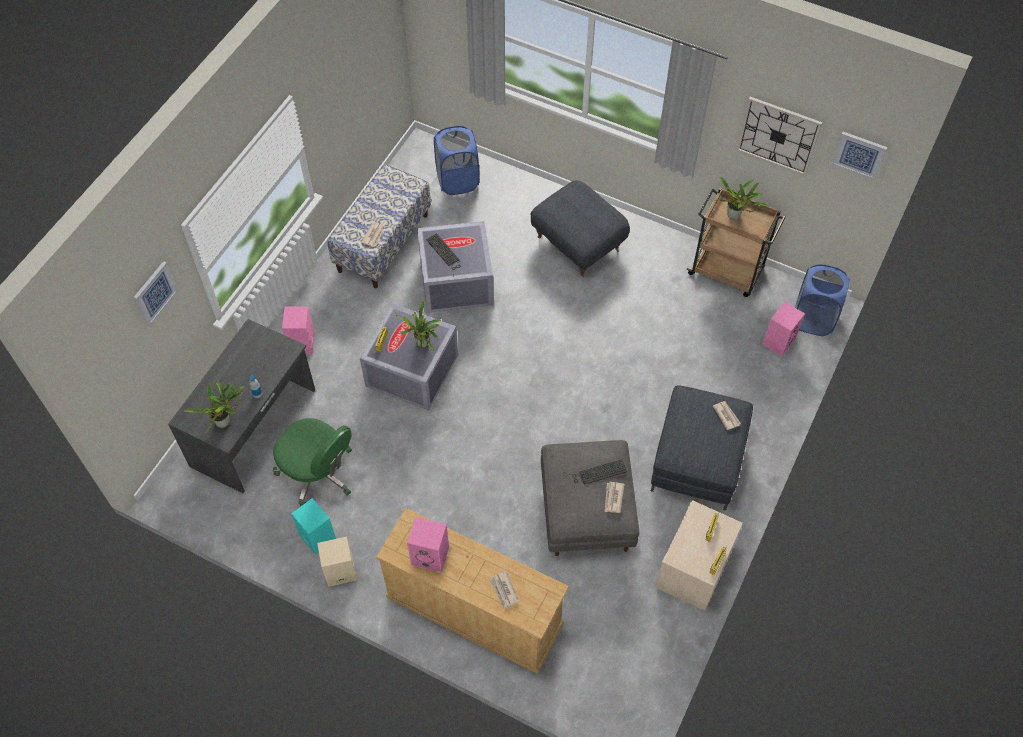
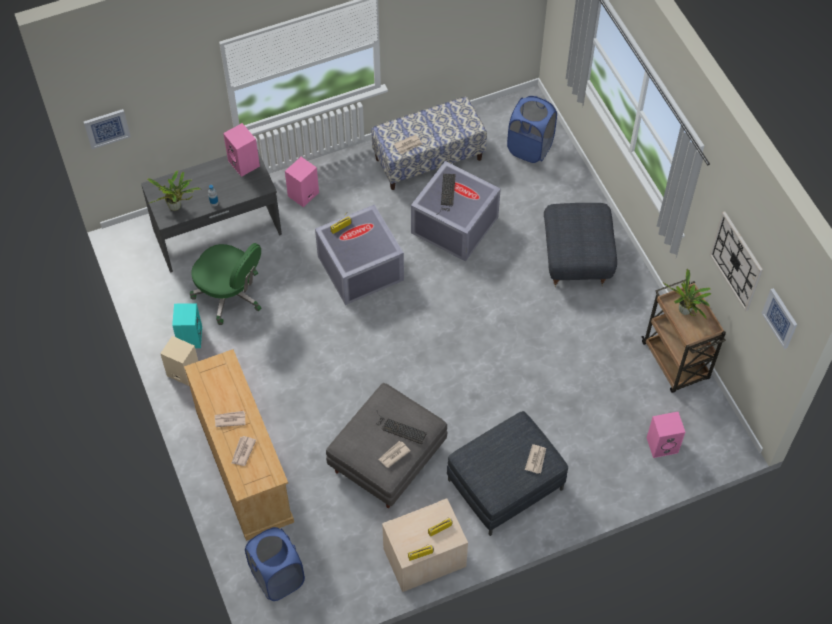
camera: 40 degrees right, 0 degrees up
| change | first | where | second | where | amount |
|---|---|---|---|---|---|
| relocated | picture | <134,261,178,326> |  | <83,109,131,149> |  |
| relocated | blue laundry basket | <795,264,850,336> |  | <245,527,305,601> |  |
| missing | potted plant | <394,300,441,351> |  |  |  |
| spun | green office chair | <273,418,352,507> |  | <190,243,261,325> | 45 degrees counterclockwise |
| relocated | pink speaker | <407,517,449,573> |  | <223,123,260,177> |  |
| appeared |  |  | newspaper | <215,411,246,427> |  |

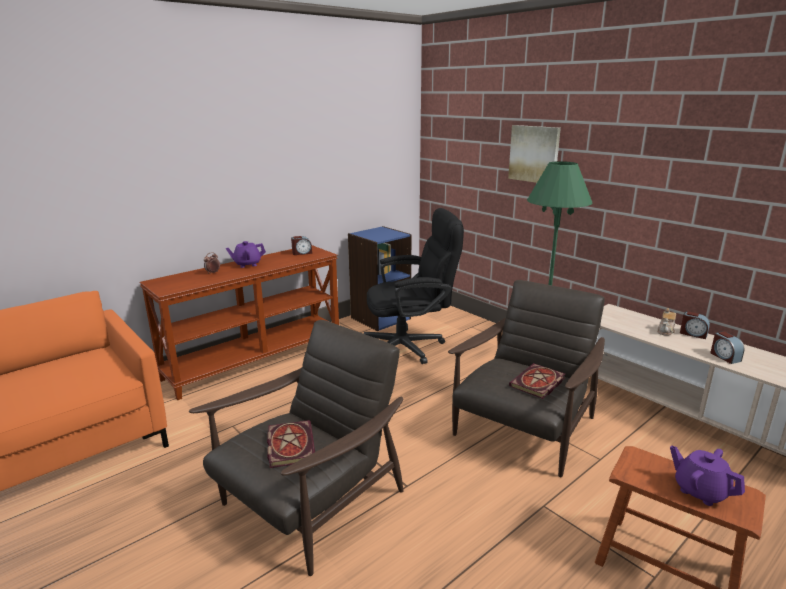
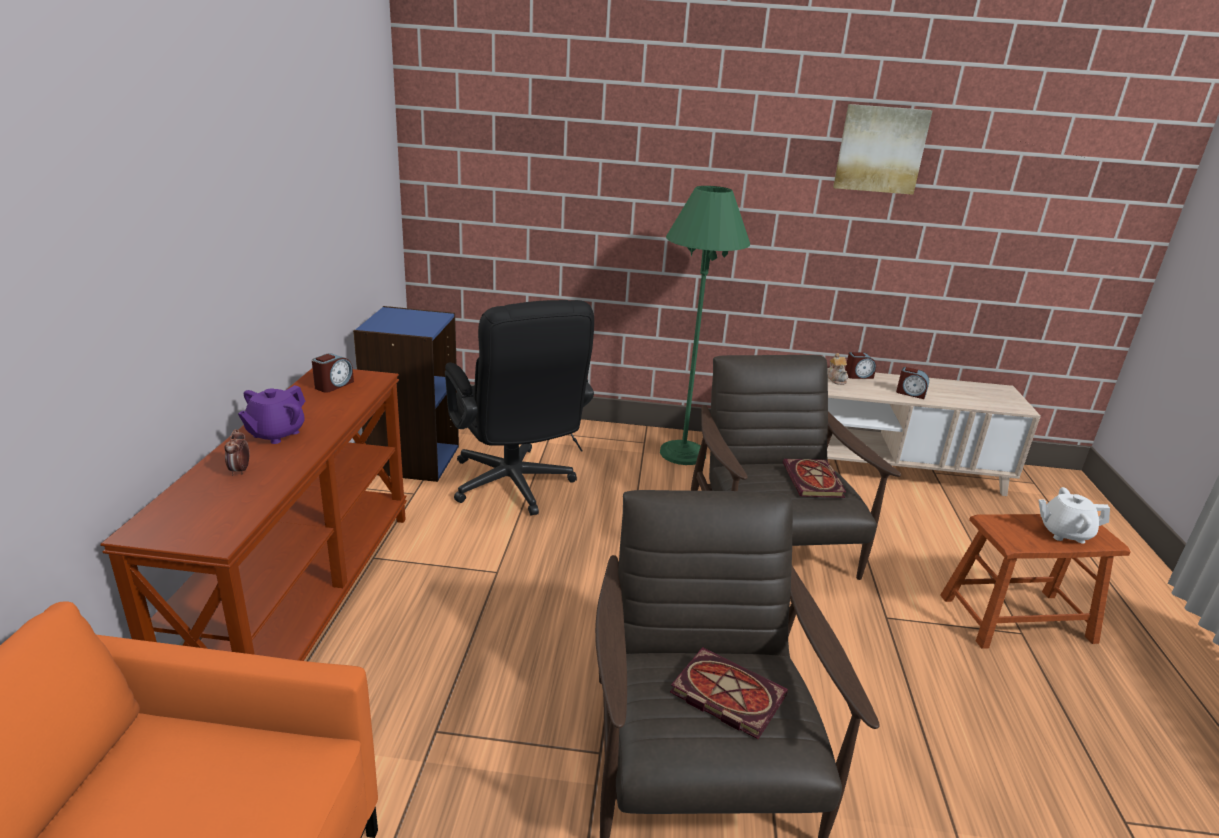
camera: 45 degrees left, 5 degrees up
| change | first | where | second | where | amount |
|---|---|---|---|---|---|
| relocated | picture | <508,125,561,183> |  | <833,104,932,195> |  |
| spun | black office chair | <364,208,464,364> |  | <445,300,594,516> | 120 degrees clockwise |
| colour | purple teapot | <670,446,745,506> | white teapot | <1039,487,1110,544> |  |

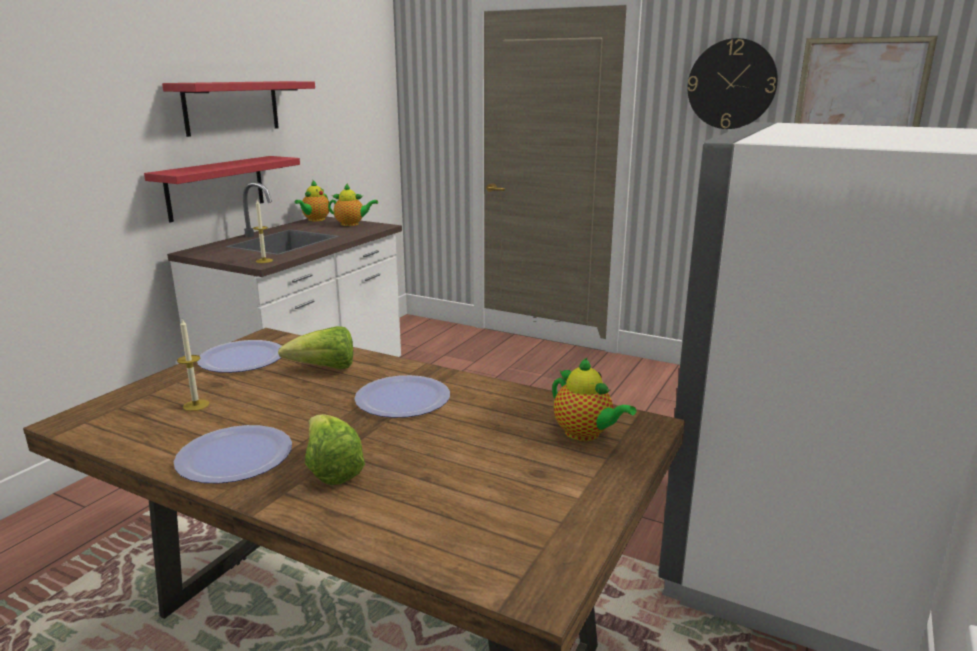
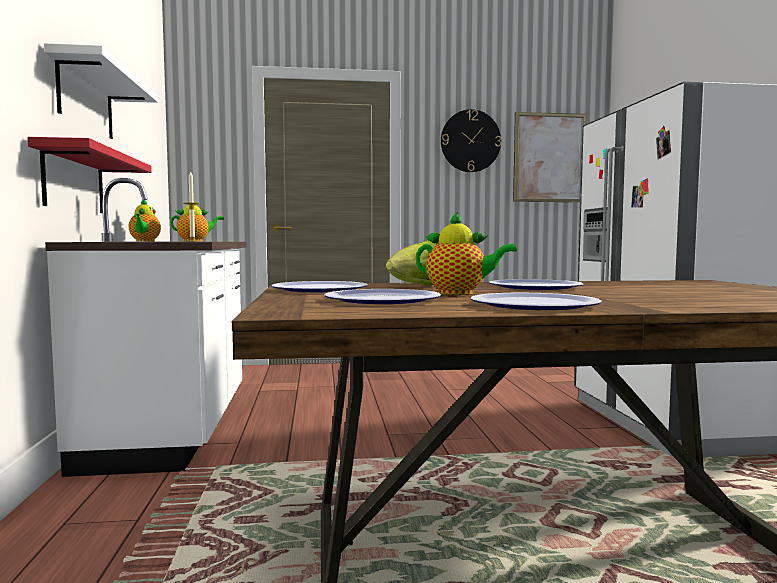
camera: 35 degrees left, 15 degrees down
| change | first | where | second | where | amount |
|---|---|---|---|---|---|
| colour | red shelf | <162,81,315,137> | white shelf | <44,43,158,139> |  |
| exchanged | candle | <177,319,209,411> | plate | <324,289,441,304> |  |
| relocated | teapot | <552,358,636,441> |  | <416,211,517,295> |  |
| missing | lettuce | <305,414,365,485> |  |  |  |

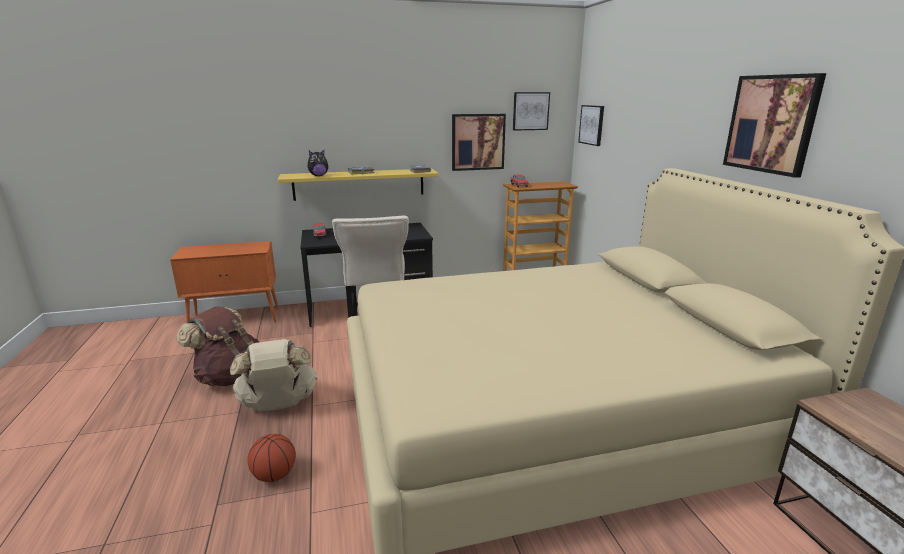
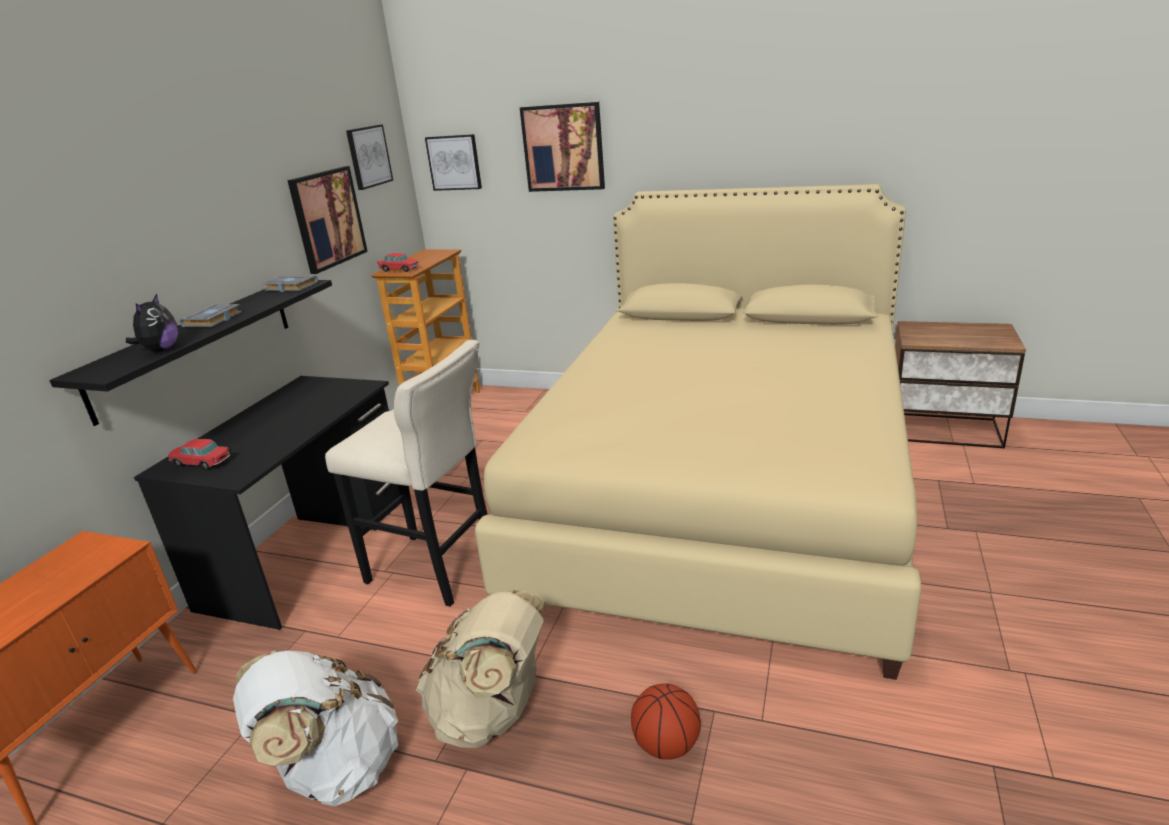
camera: 55 degrees left, 5 degrees up
| change | first | where | second | where | amount |
|---|---|---|---|---|---|
| relocated | picture | <723,73,826,178> |  | <520,102,605,192> |  |
| colour | yellow shelf | <278,169,439,201> | black shelf | <49,280,332,426> |  |
| colour | brown backpack | <176,306,259,386> | white backpack | <233,651,398,806> |  |

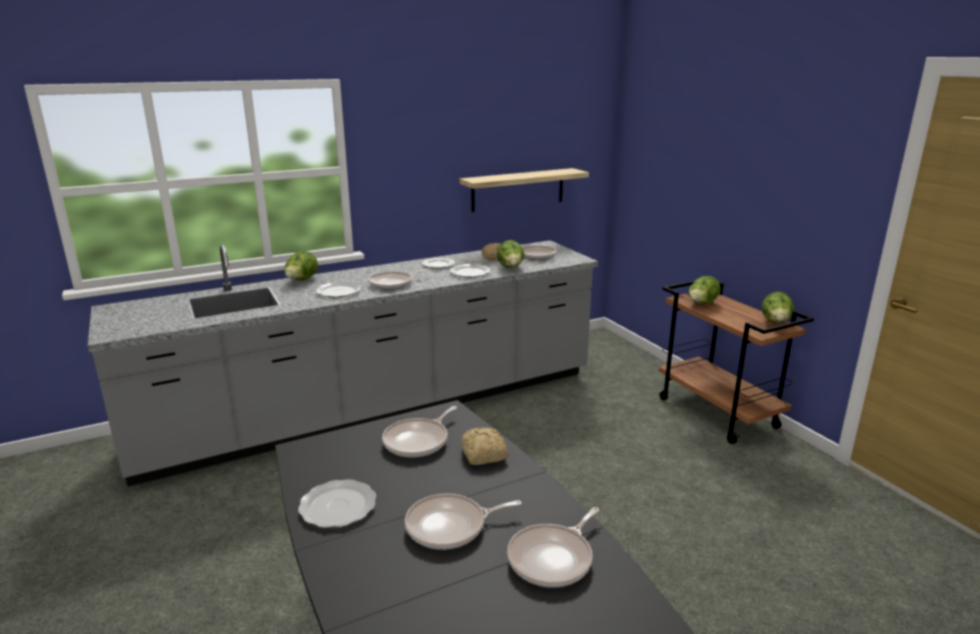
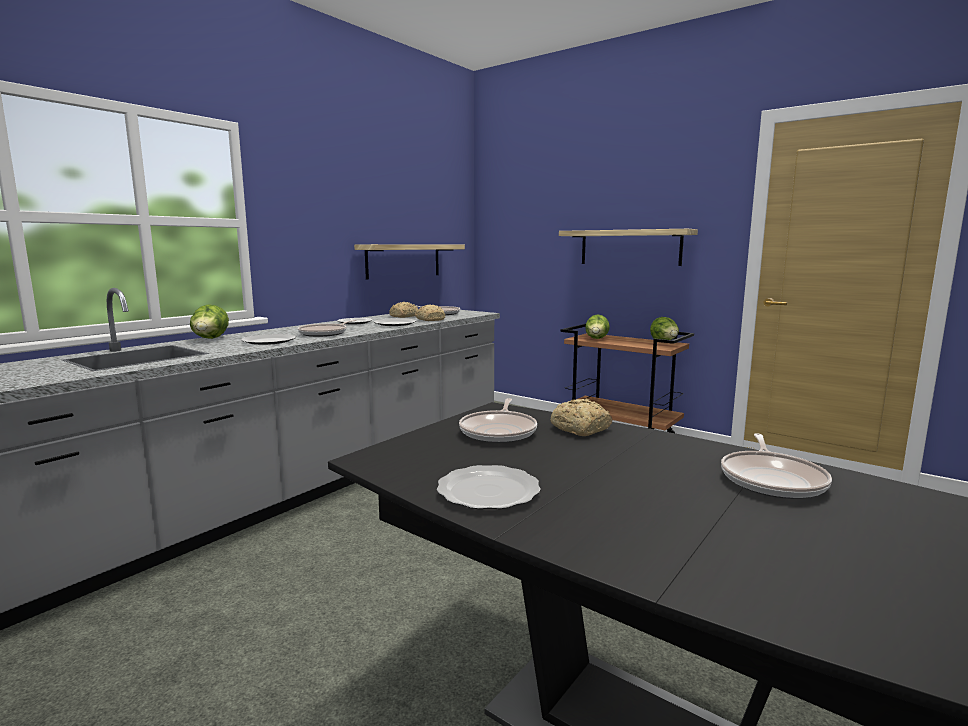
camera: 25 degrees left, 10 degrees down
| change | first | where | second | where | amount |
|---|---|---|---|---|---|
| exchanged | lettuce | <497,240,524,268> | bread | <415,304,445,321> |  |
| missing | frying pan | <405,493,521,550> |  |  |  |
| appeared |  |  | shelf | <559,229,698,266> |  |

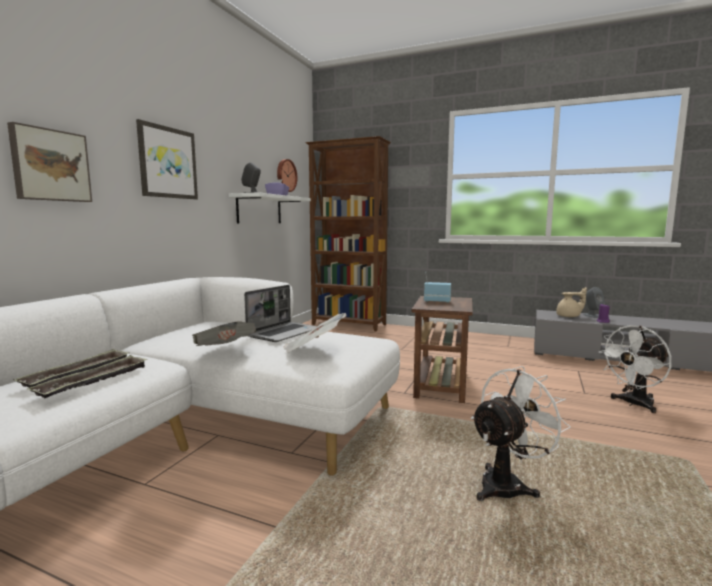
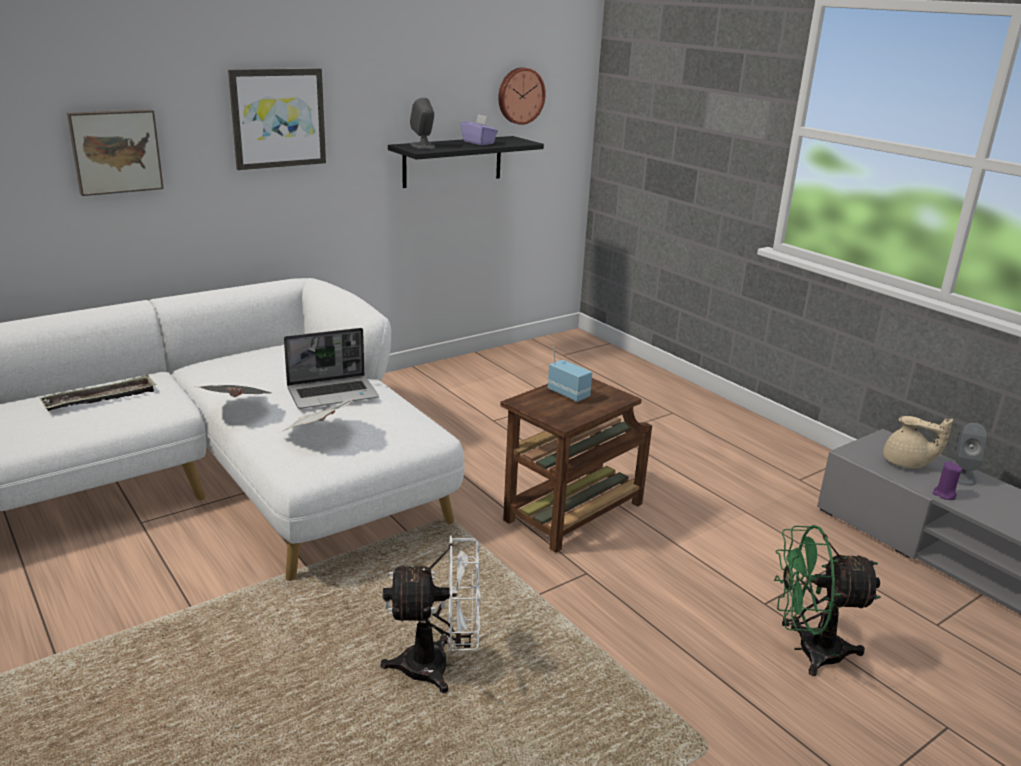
camera: 30 degrees right, 15 degrees up
| change | first | where | second | where | amount |
|---|---|---|---|---|---|
| missing | brown bookcase | <305,136,391,331> |  |  |  |
| colour | white shelf | <229,192,311,223> | black shelf | <388,136,544,188> |  |
| colour | white fan | <598,325,671,413> | green fan | <774,525,881,676> |  |
| missing | tray | <26,355,147,398> |  |  |  |

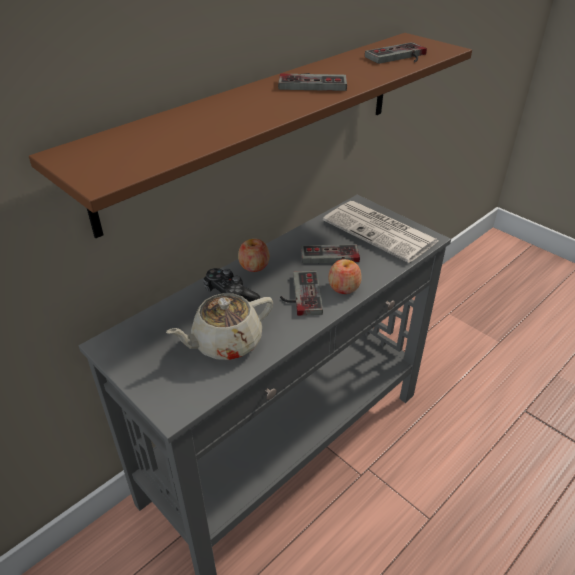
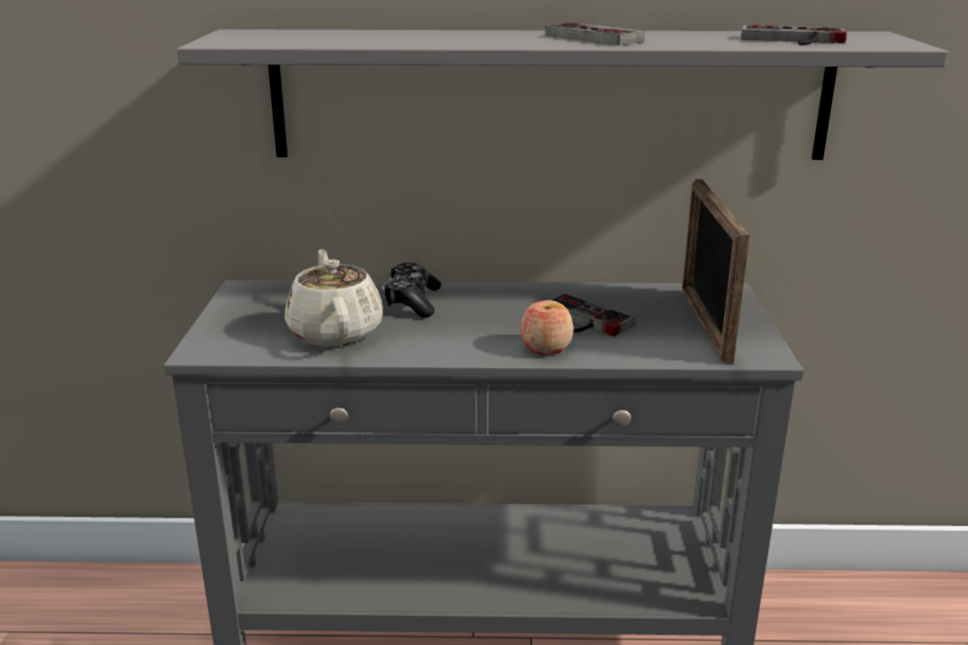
camera: 45 degrees right, 15 degrees down
| change | first | where | second | where | amount |
|---|---|---|---|---|---|
| colour | brown shelf | <29,33,472,238> | grey shelf | <177,29,948,160> |  |
| exchanged | newspaper | <323,201,438,263> | picture frame | <682,179,750,364> |  |
| missing | apple | <238,239,270,272> |  |  |  |
| missing | game controller | <280,271,323,316> |  |  |  |
| spun | beige teapot | <166,293,273,360> |  | <285,249,383,346> | 60 degrees clockwise |

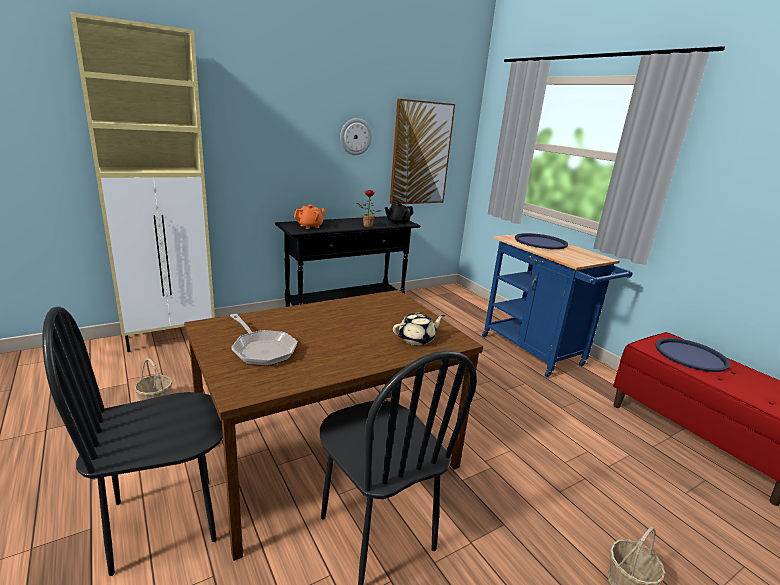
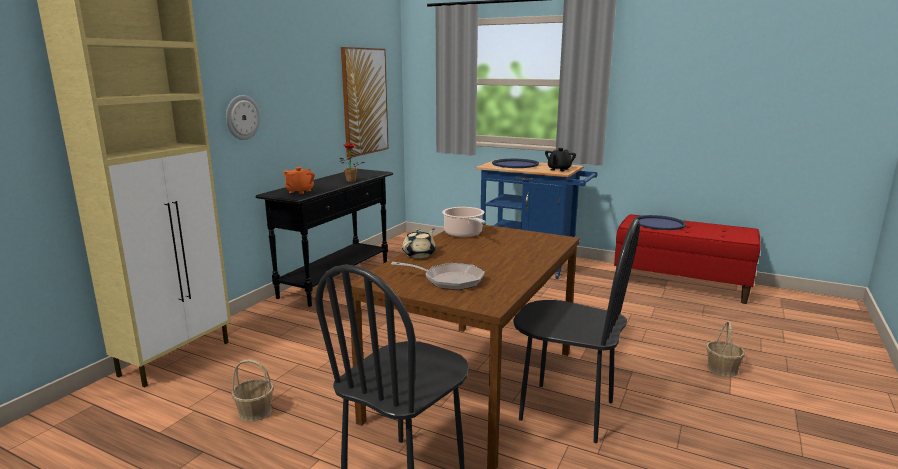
camera: 30 degrees left, 5 degrees down
| change | first | where | second | where | amount |
|---|---|---|---|---|---|
| relocated | wall clock | <340,118,372,155> |  | <226,95,260,140> |  |
| relocated | black teapot | <385,203,413,225> |  | <545,148,576,171> |  |
| relocated | beige teapot | <393,313,445,345> |  | <402,228,436,258> |  |
| appeared |  |  | cooking pot | <442,207,486,238> |  |

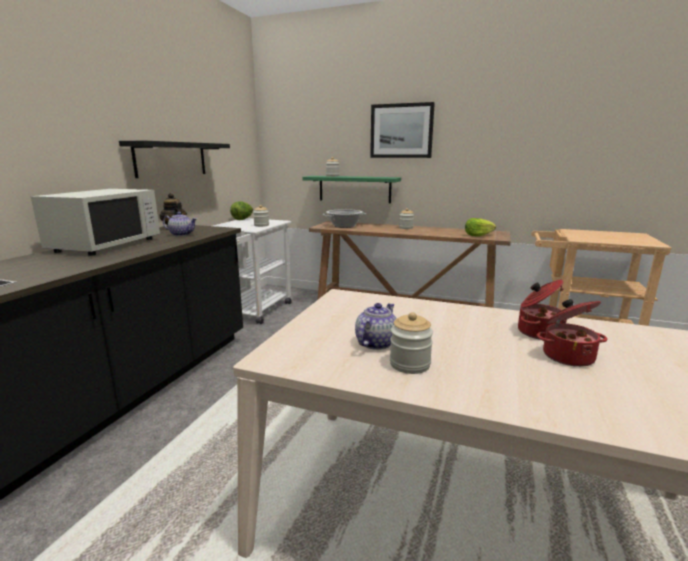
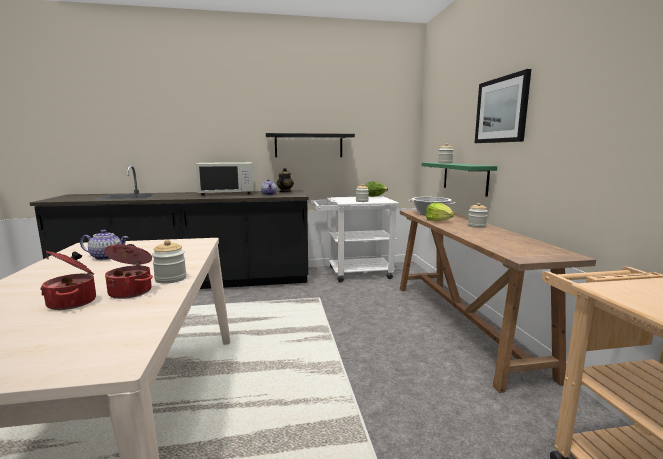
camera: 60 degrees right, 5 degrees down
| change | first | where | second | where | amount |
|---|---|---|---|---|---|
| relocated | lettuce | <465,218,496,236> |  | <425,202,454,221> |  |
| relocated | jar | <390,312,433,374> |  | <152,240,186,284> |  |

